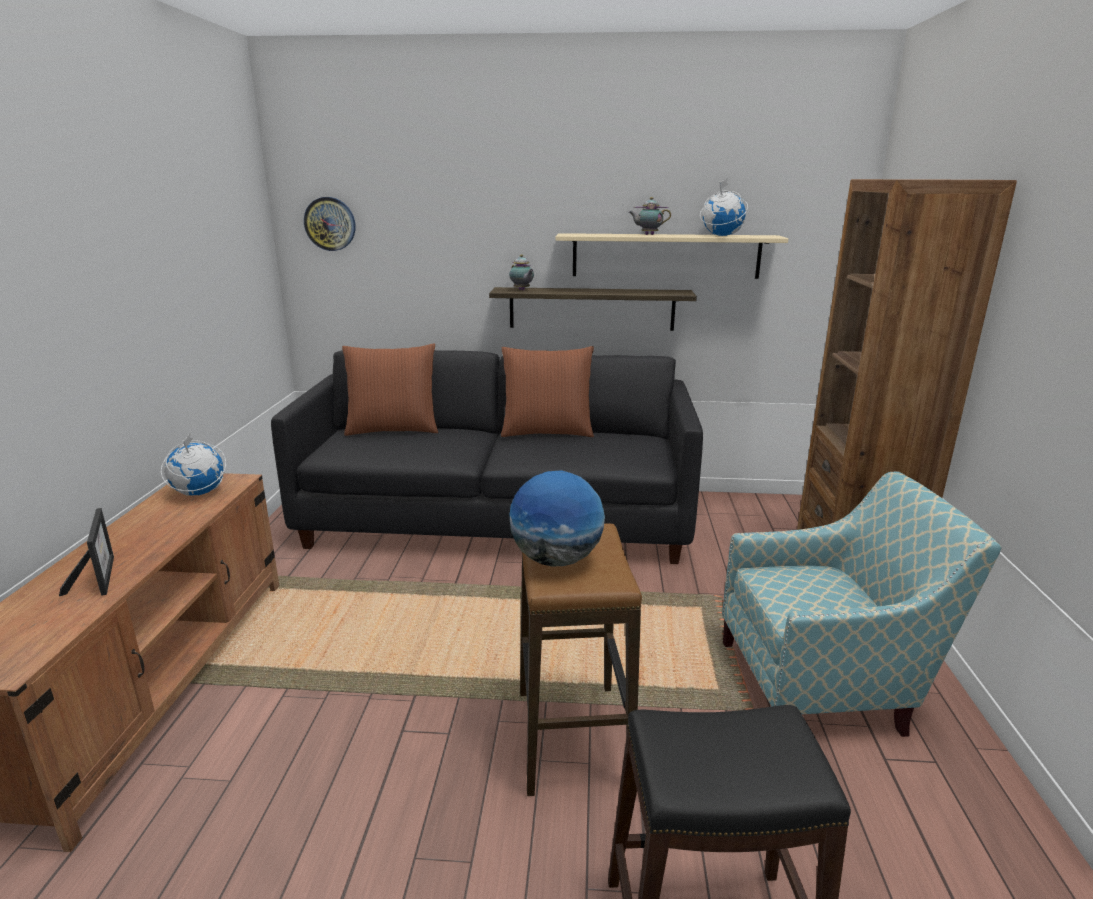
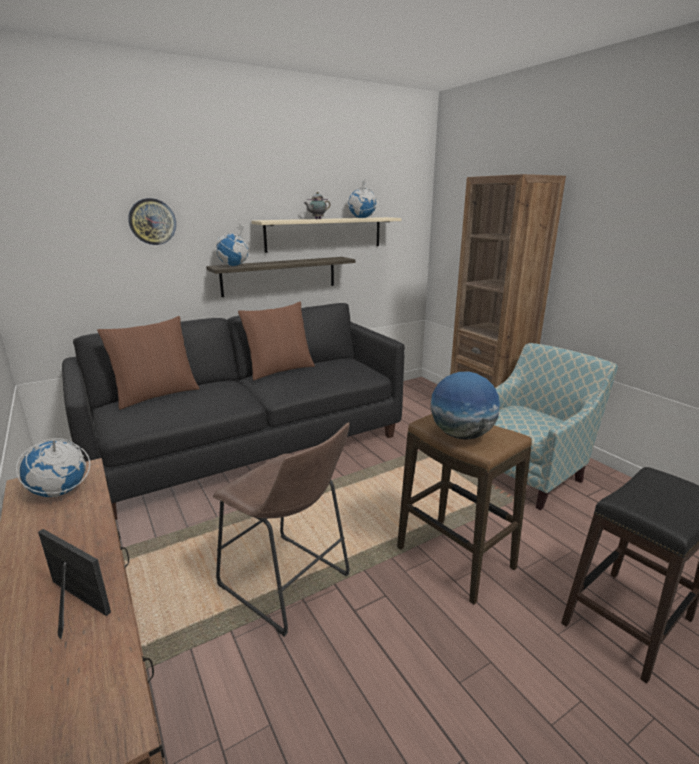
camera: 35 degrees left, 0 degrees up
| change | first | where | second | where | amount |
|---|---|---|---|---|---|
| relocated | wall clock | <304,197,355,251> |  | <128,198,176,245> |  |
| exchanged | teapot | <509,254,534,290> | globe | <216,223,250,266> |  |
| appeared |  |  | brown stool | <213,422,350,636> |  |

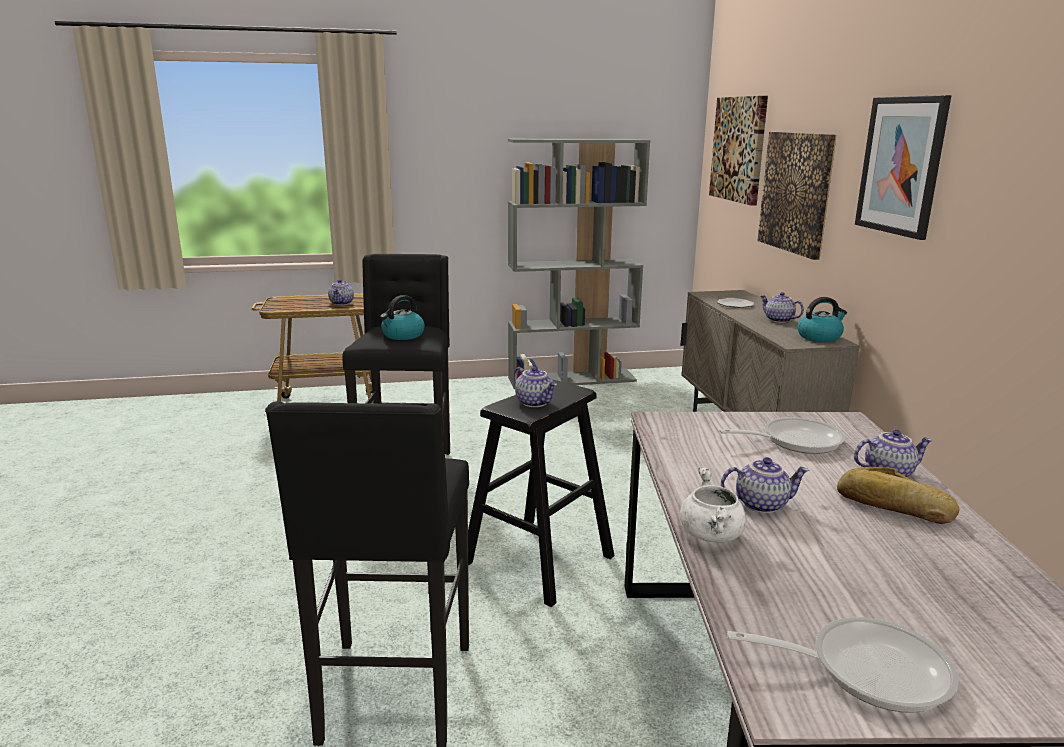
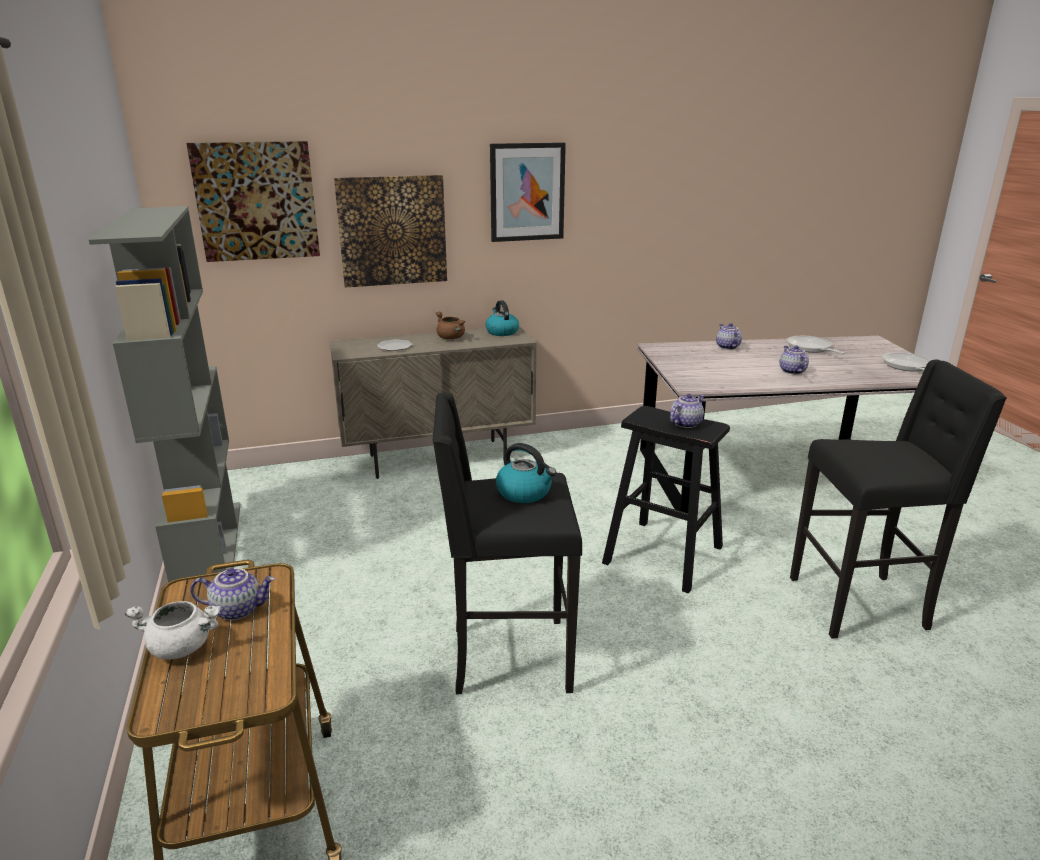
camera: 95 degrees left, 5 degrees up
| change | first | where | second | where | amount |
|---|---|---|---|---|---|
| exchanged | teapot | <761,292,804,323> | brown cooking pot | <435,311,465,339> |  |
| relocated | frying pan | <719,417,845,454> |  | <786,336,845,354> |  |
| relocated | white cooking pot | <680,467,747,542> |  | <125,601,221,659> |  |
| missing | bread | <837,467,959,524> |  |  |  |

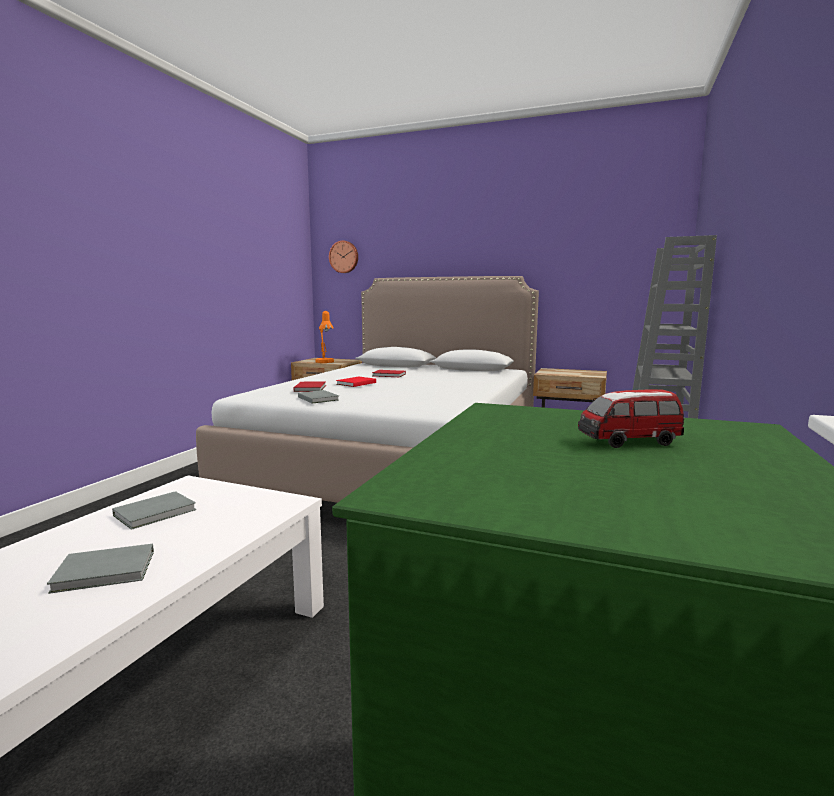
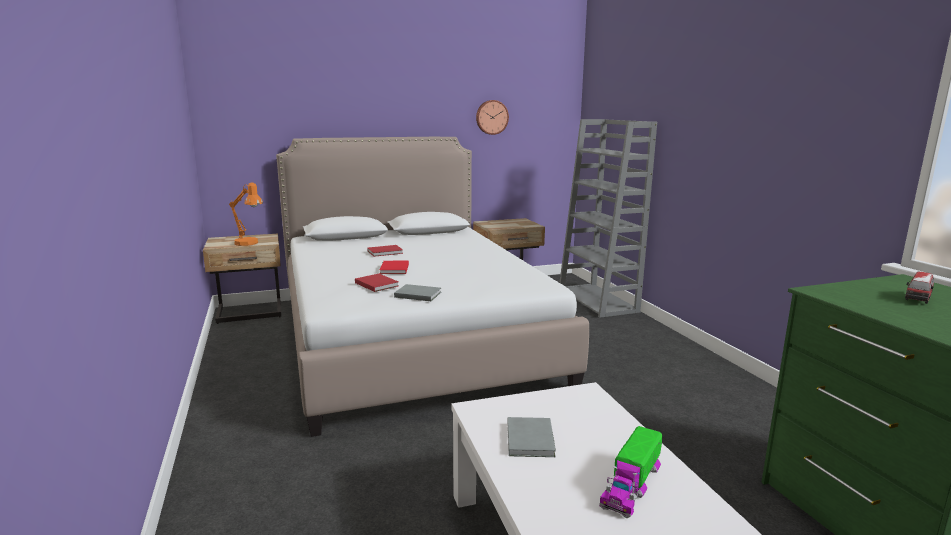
camera: 40 degrees left, 5 degrees up
| change | first | where | second | where | amount |
|---|---|---|---|---|---|
| relocated | wall clock | <329,241,358,273> |  | <476,100,509,135> |  |
| exchanged | grey book | <47,544,154,594> | toy truck | <599,426,662,519> |  |

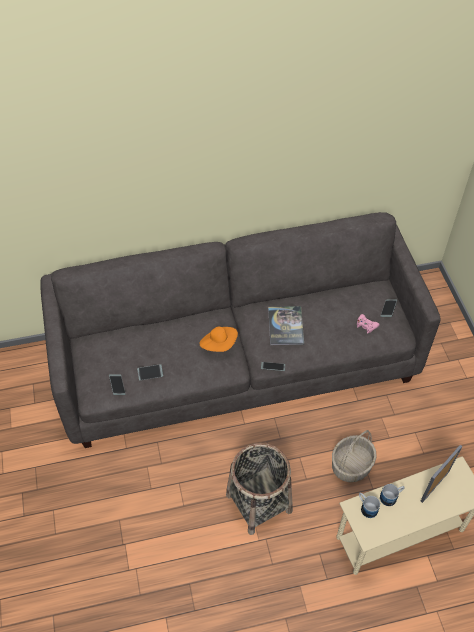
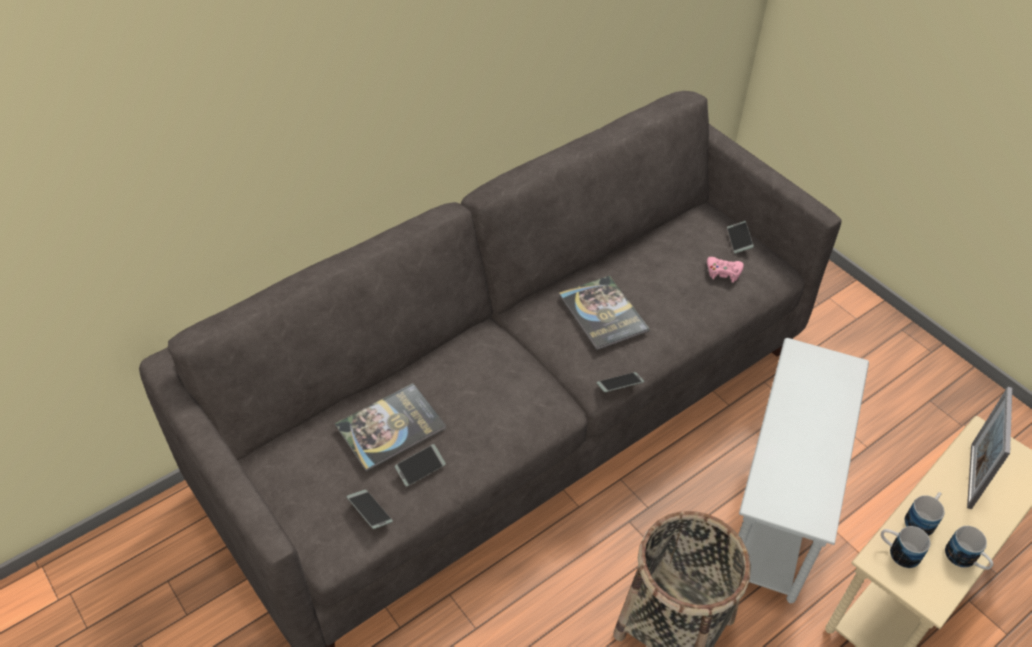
camera: 25 degrees left, 5 degrees down
| change | first | where | second | where | amount |
|---|---|---|---|---|---|
| missing | orange hat | <199,327,238,352> |  |  |  |
| exchanged | basket | <332,430,376,482> | white side table | <739,338,869,603> |  |
| appeared |  |  | book | <335,383,446,472> |  |
| appeared |  |  | mug | <945,526,993,570> |  |

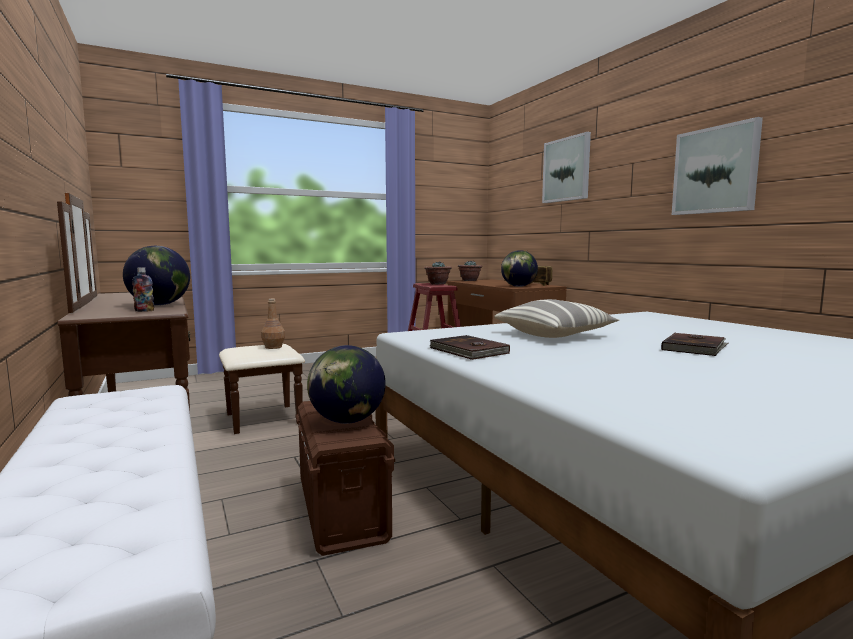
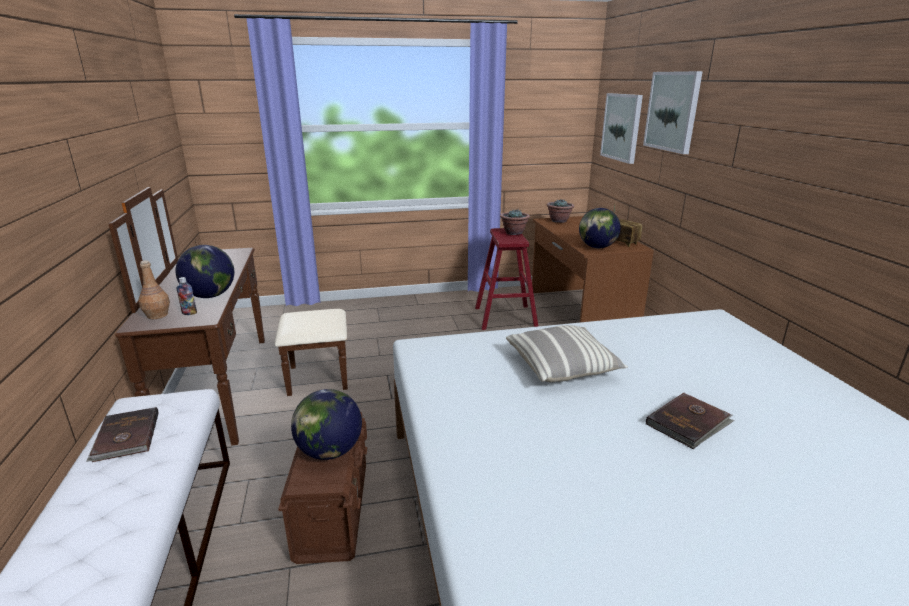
camera: 15 degrees right, 15 degrees up
| change | first | where | second | where | amount |
|---|---|---|---|---|---|
| relocated | picture | <672,117,763,215> |  | <600,93,643,164> |  |
| relocated | brown bottle | <261,299,285,349> |  | <138,260,170,319> |  |
| relocated | brown book | <429,335,510,360> |  | <86,407,158,462> |  |

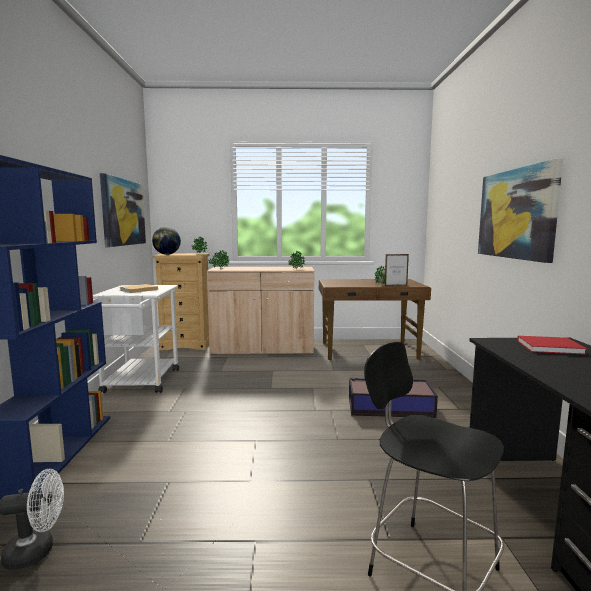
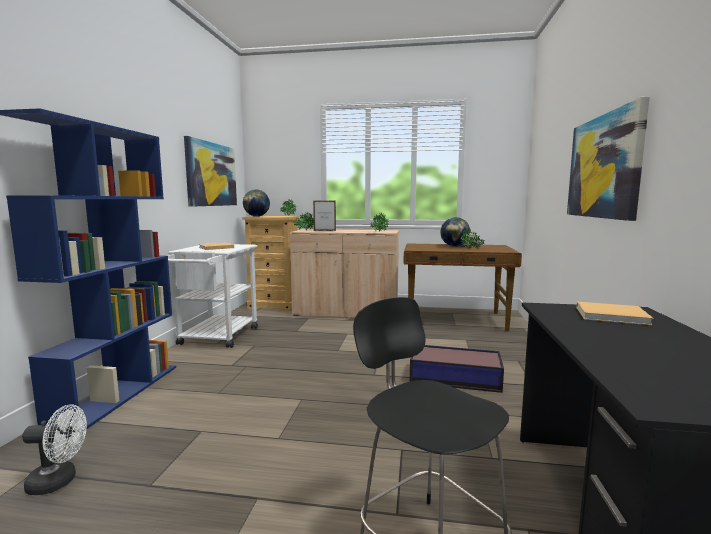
camera: 10 degrees right, 0 degrees up
| change | first | where | second | where | amount |
|---|---|---|---|---|---|
| relocated | picture frame | <385,254,409,286> |  | <313,201,336,231> |  |
| colour | red book | <517,336,587,355> | beige book | <576,302,654,326> |  |
| appeared |  |  | globe | <441,217,470,247> |  |

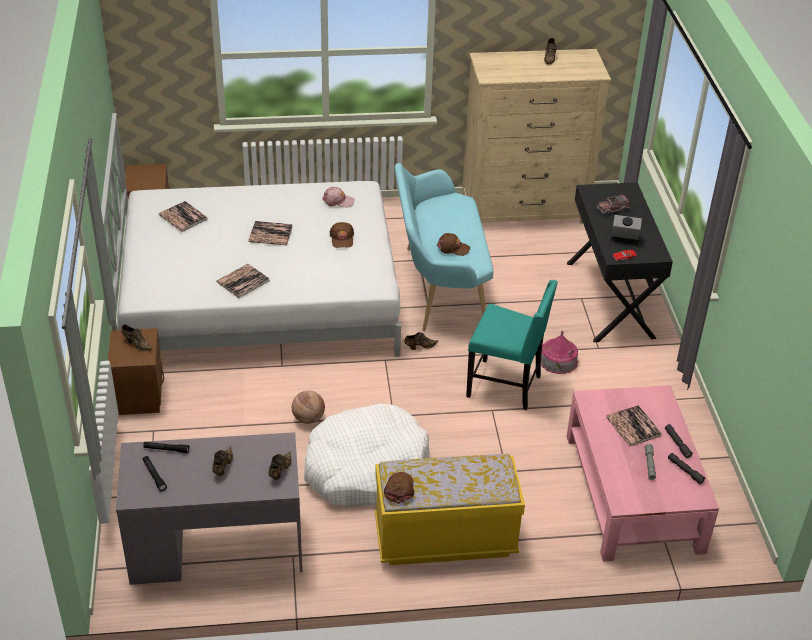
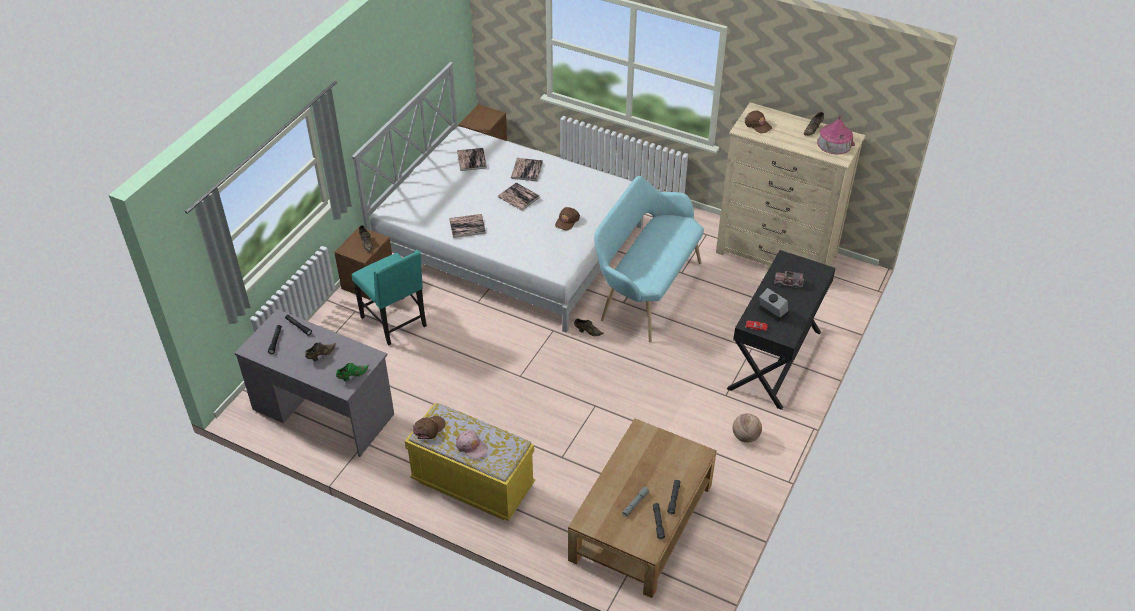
camera: 35 degrees right, 5 degrees up
| change | first | where | second | where | amount |
|---|---|---|---|---|---|
| relocated | pink cap | <323,187,355,208> |  | <456,430,488,460> |  |
| relocated | brown cap | <437,233,470,256> |  | <745,111,772,133> |  |
| relocated | turquoise chair | <466,280,558,410> |  | <352,250,427,345> |  |
| relocated | toy house | <541,331,578,374> |  | <817,115,855,155> |  |
| colour | pink coffee table | <567,385,719,562> | brown coffee table | <568,418,717,598> |  |
| relocated | basketball | <292,391,325,424> |  | <733,413,762,443> |  |
| missing | white dog bed | <304,404,430,507> |  |  |  |
| relocated | book | <606,405,662,446> |  | <511,158,543,181> |  |
| colour | brown shoe | <268,451,292,480> | green shoe | <336,363,369,381> |  |

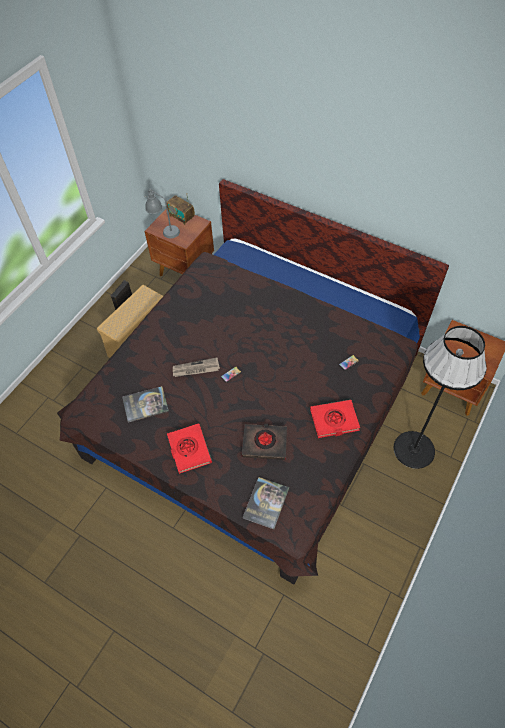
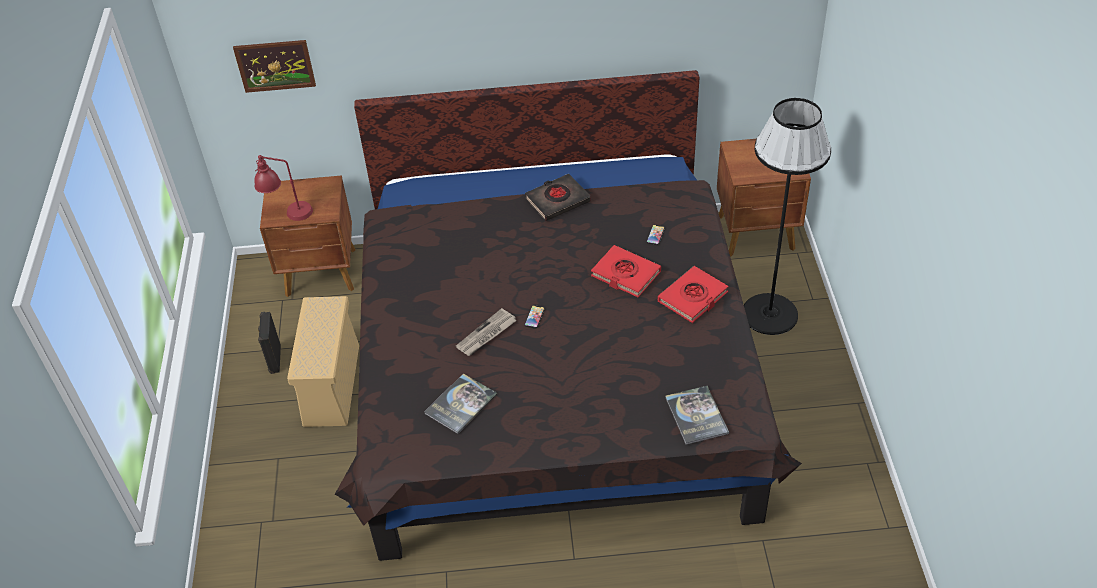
camera: 35 degrees left, 10 degrees down
| change | first | where | second | where | amount |
|---|---|---|---|---|---|
| colour | grey table lamp | <144,188,180,238> | red table lamp | <254,155,313,221> |  |
| missing | radio | <165,193,195,225> |  |  |  |
| relocated | red book | <167,423,212,474> |  | <591,245,661,297> |  |
| relocated | black book | <242,424,287,460> |  | <525,174,591,221> |  |
| appeared |  |  | picture | <233,40,316,93> |  |

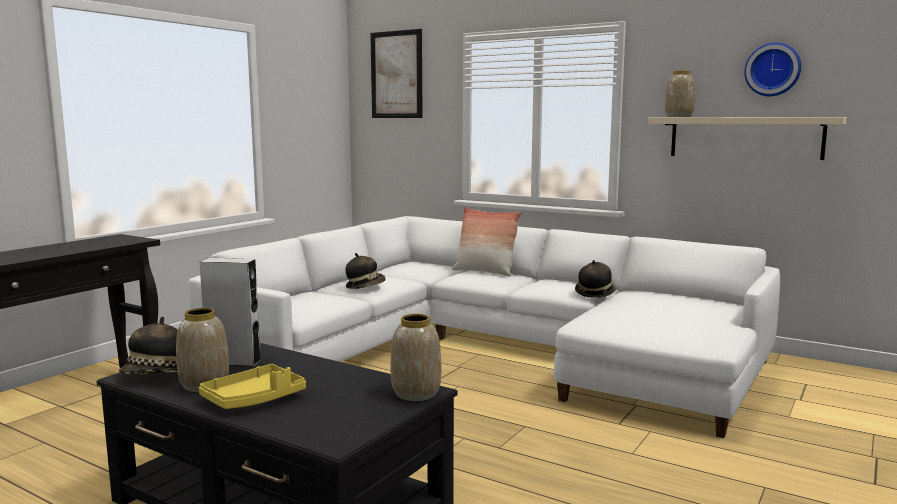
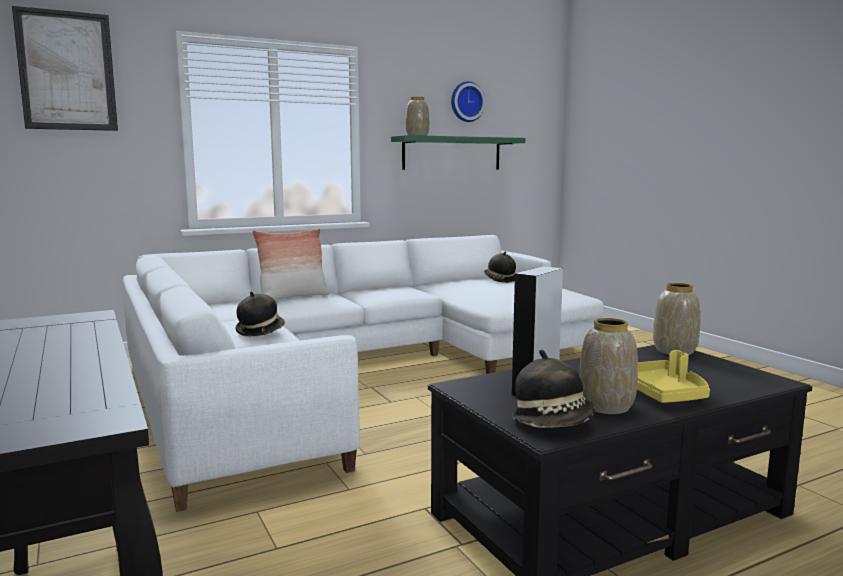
camera: 60 degrees left, 0 degrees up
| change | first | where | second | where | amount |
|---|---|---|---|---|---|
| colour | beige shelf | <648,117,847,160> | green shelf | <391,135,525,170> |  |
| relocated | hat | <575,260,616,298> |  | <484,251,516,283> |  |

